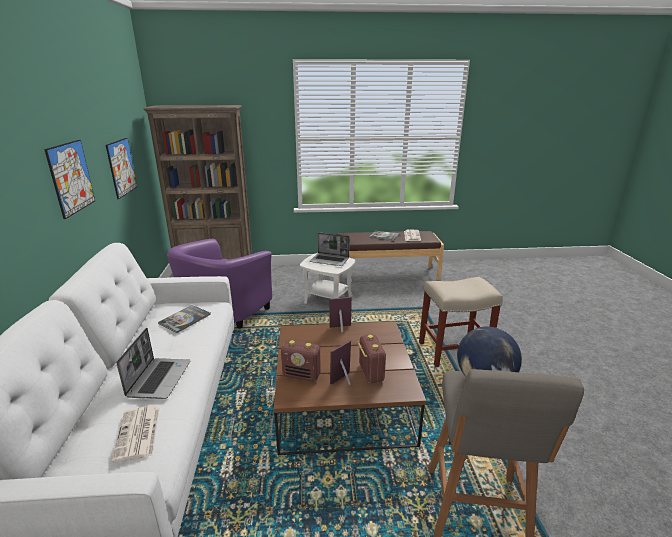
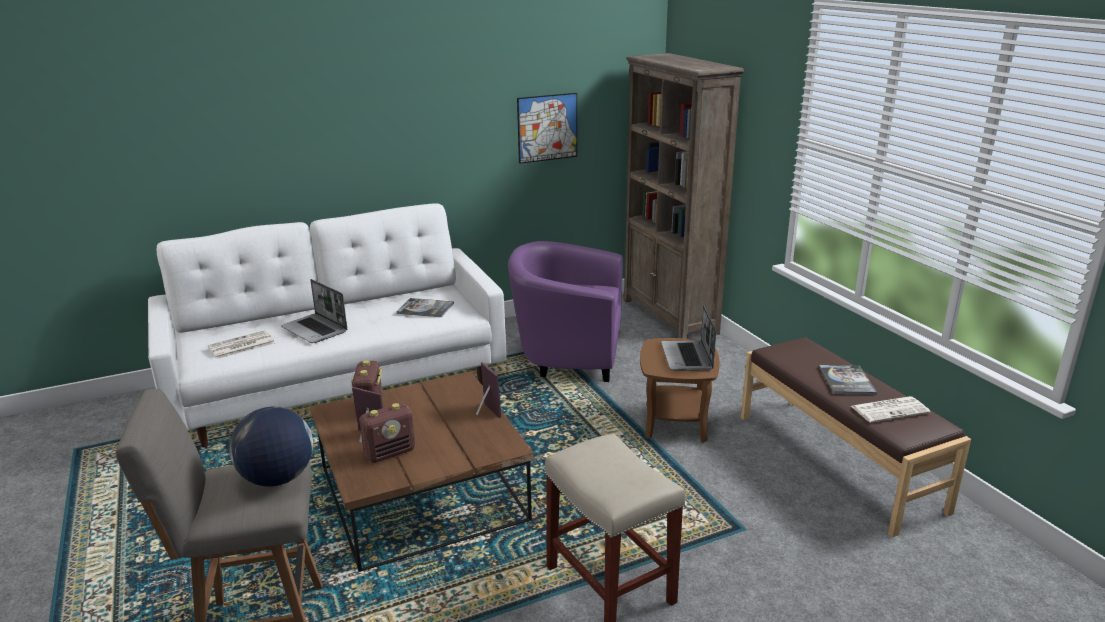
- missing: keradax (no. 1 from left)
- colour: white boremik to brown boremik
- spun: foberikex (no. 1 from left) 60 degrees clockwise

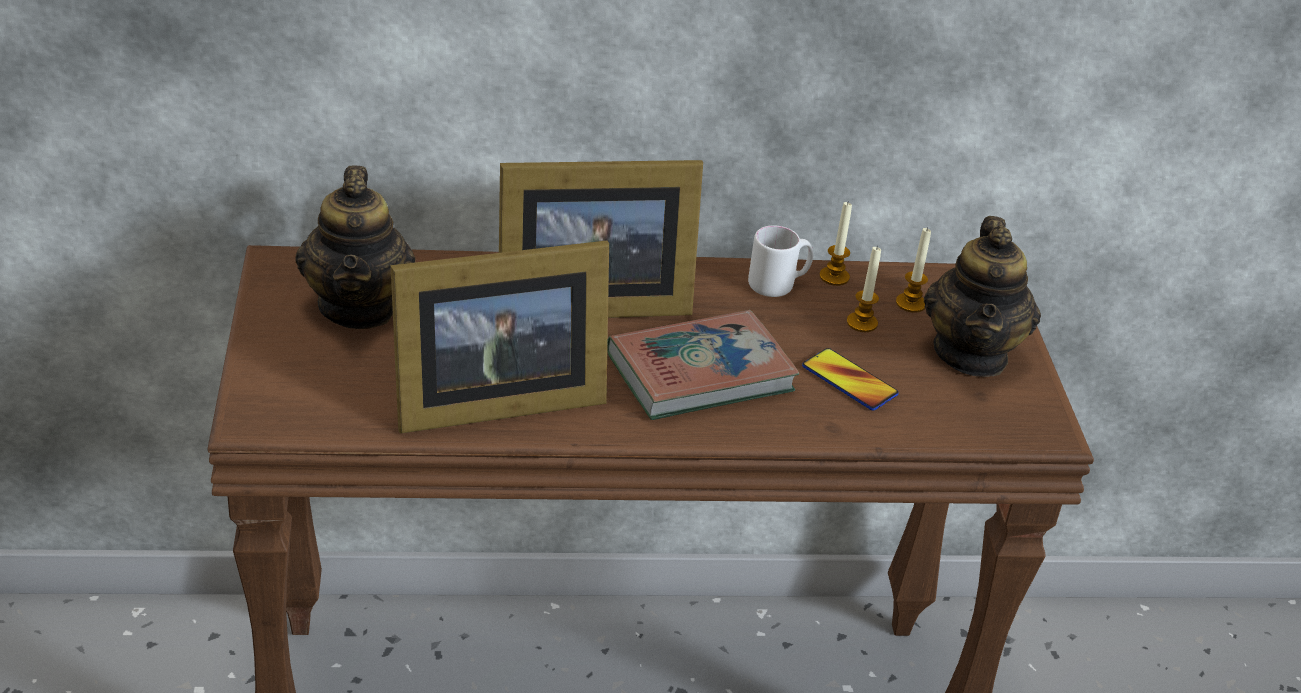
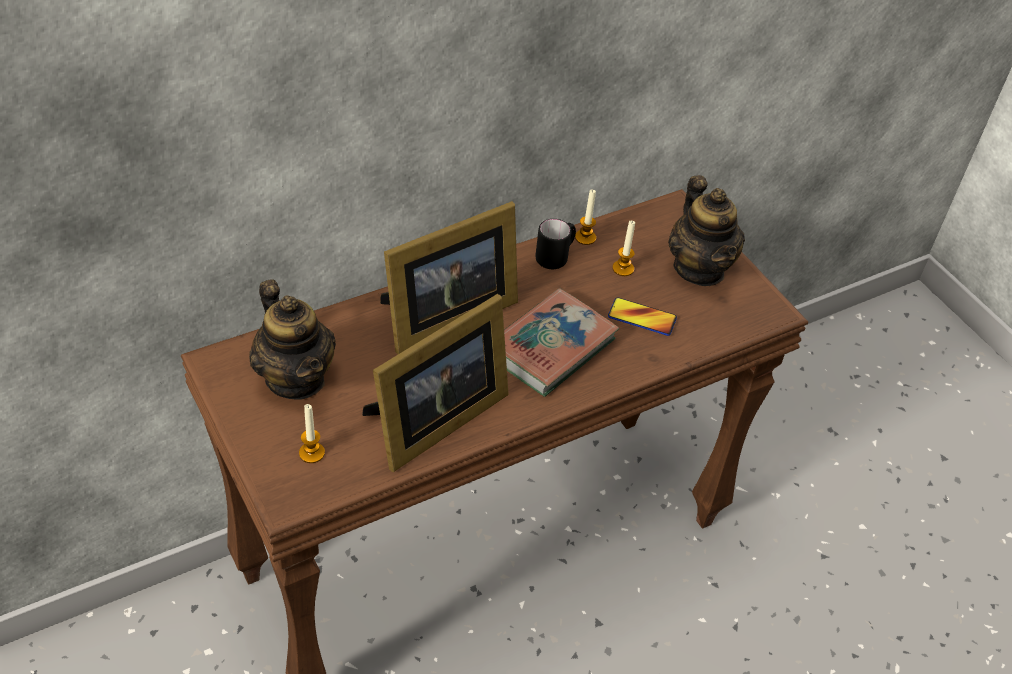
- relocated: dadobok (no. 3 from left in the first image) to dadobok (no. 1 from left)
- colour: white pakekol to black pakekol

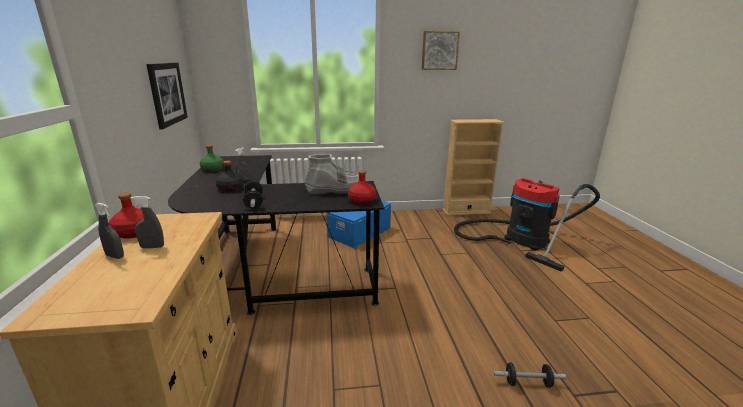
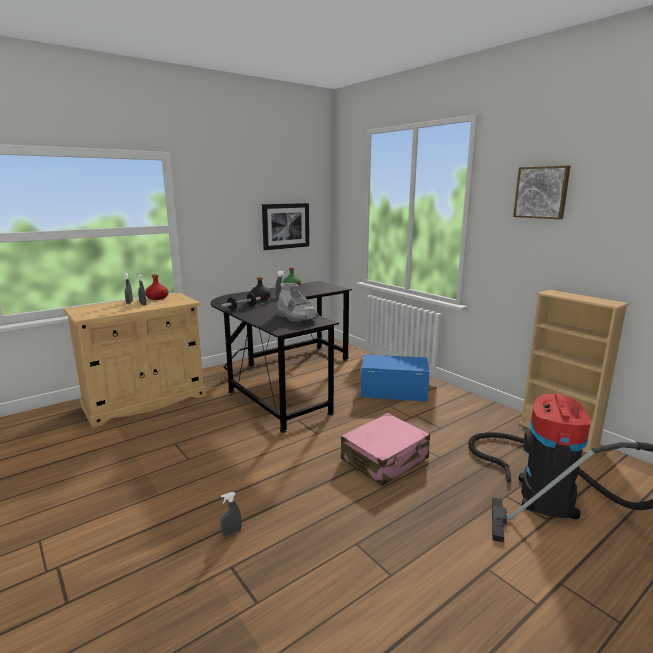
- missing: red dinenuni (no. 2 from left)
- appeared: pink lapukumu
- exchanged: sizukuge (no. 2 from left) to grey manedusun (no. 3 from left)

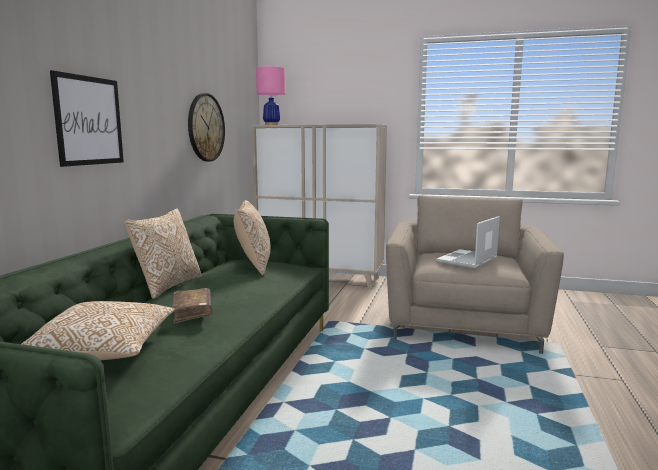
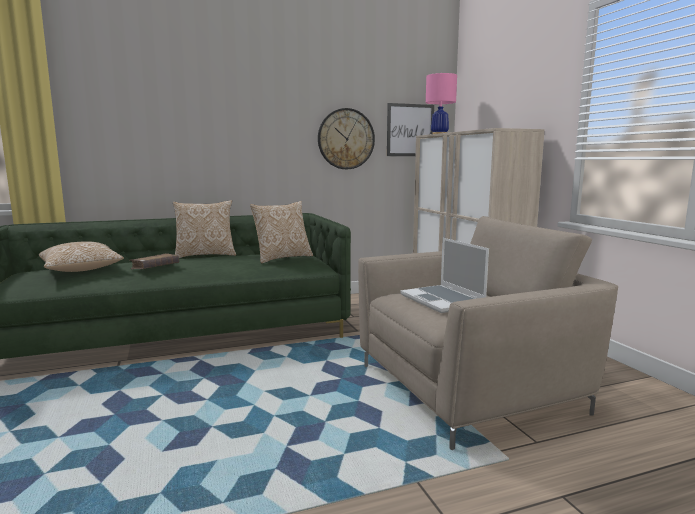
- relocated: keradax
- spun: foberikex 120 degrees counterclockwise

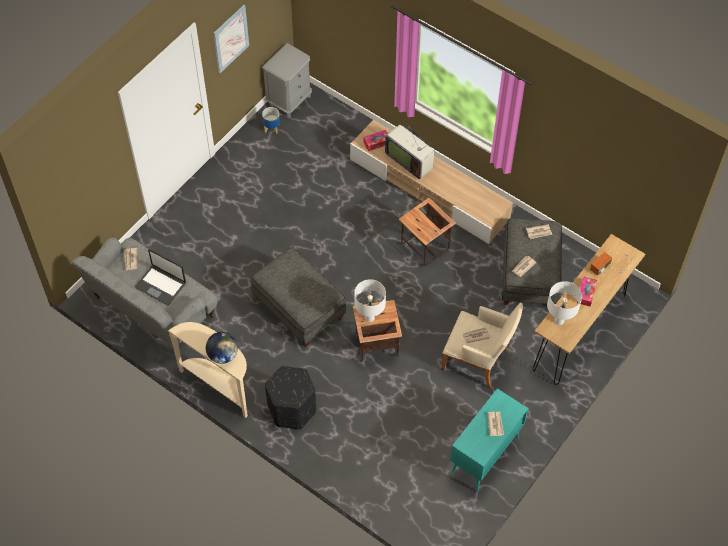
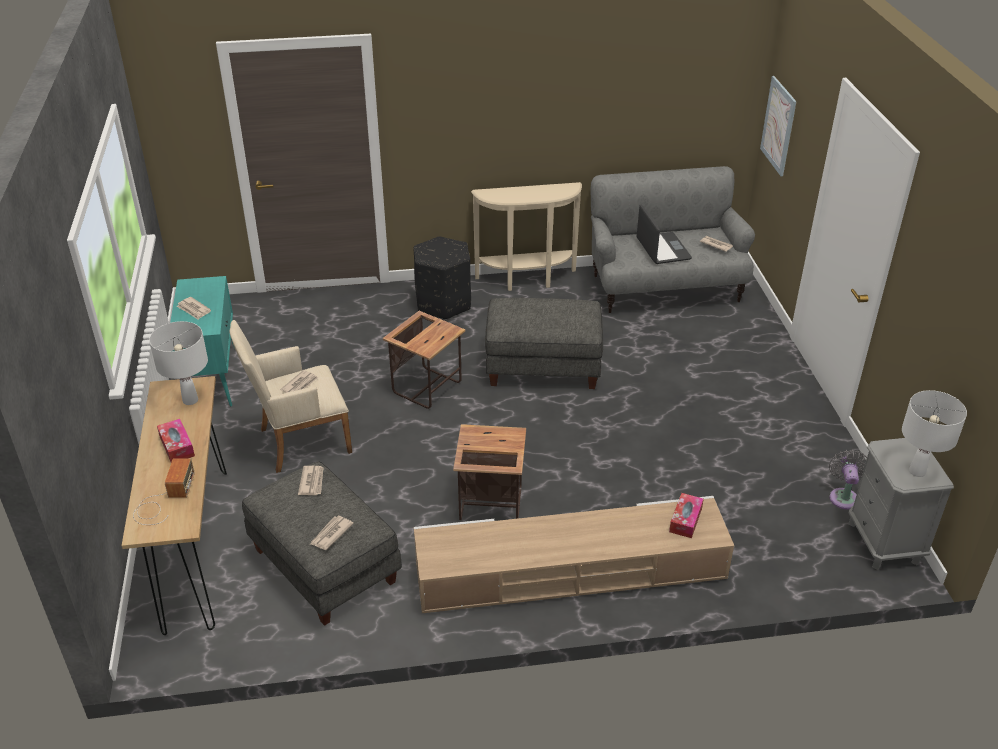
- missing: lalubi
- missing: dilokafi
- relocated: keradax
- relocated: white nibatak (no. 1 from left in the first image) to white nibatak (no. 2 from left)
- exchanged: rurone to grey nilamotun
- spun: foberikex 90 degrees clockwise

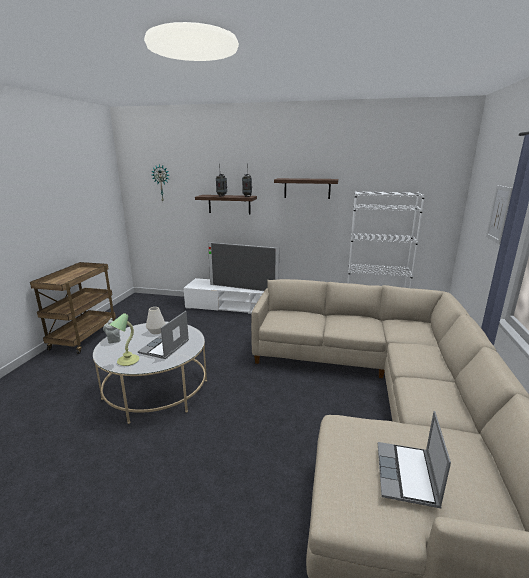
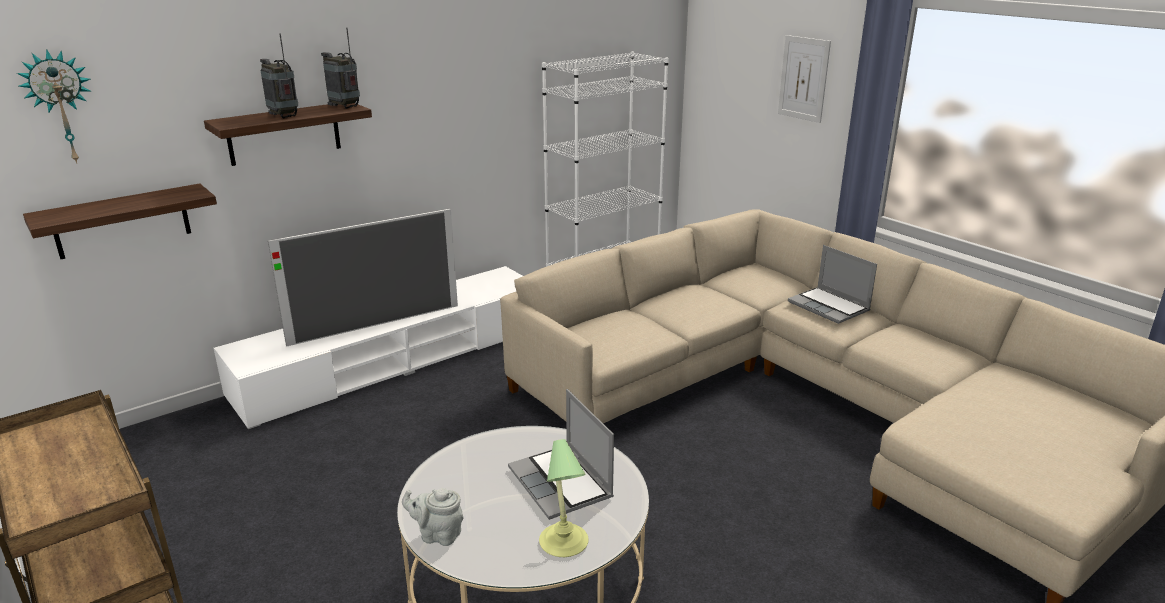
- missing: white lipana
- relocated: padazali (no. 2 from left in the first image) to padazali (no. 1 from left)
- relocated: foberikex (no. 2 from left)

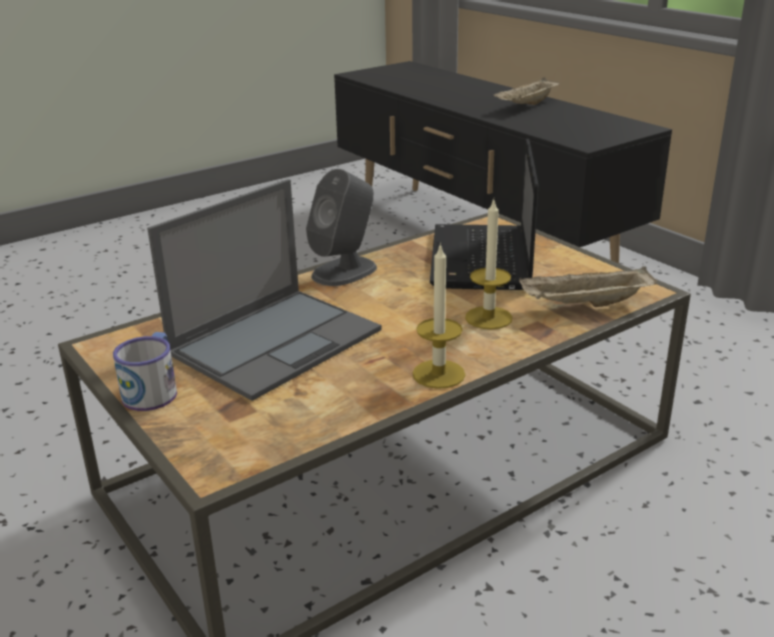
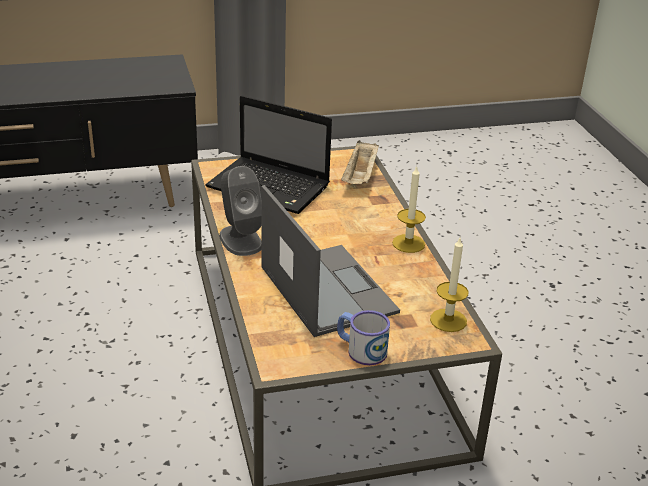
- missing: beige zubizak (no. 1 from left)
- relocated: dadobok (no. 2 from left)

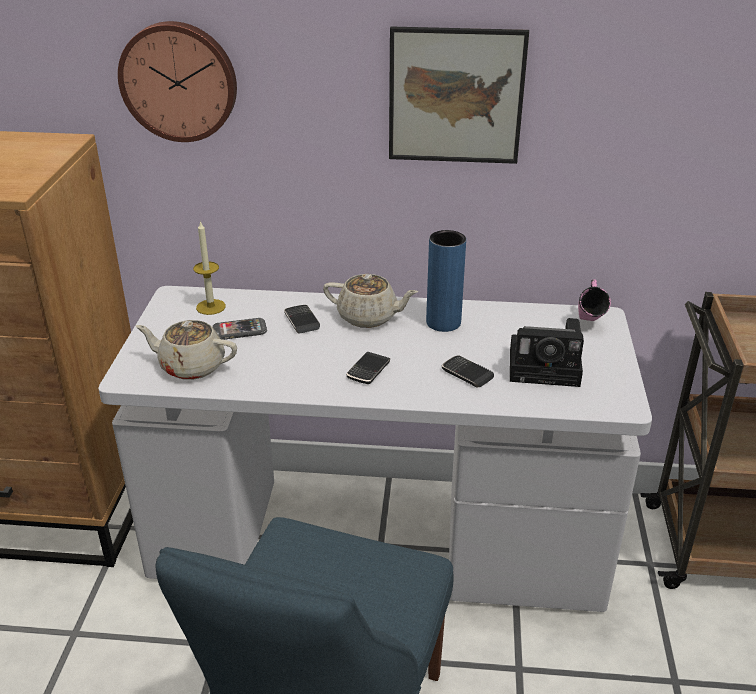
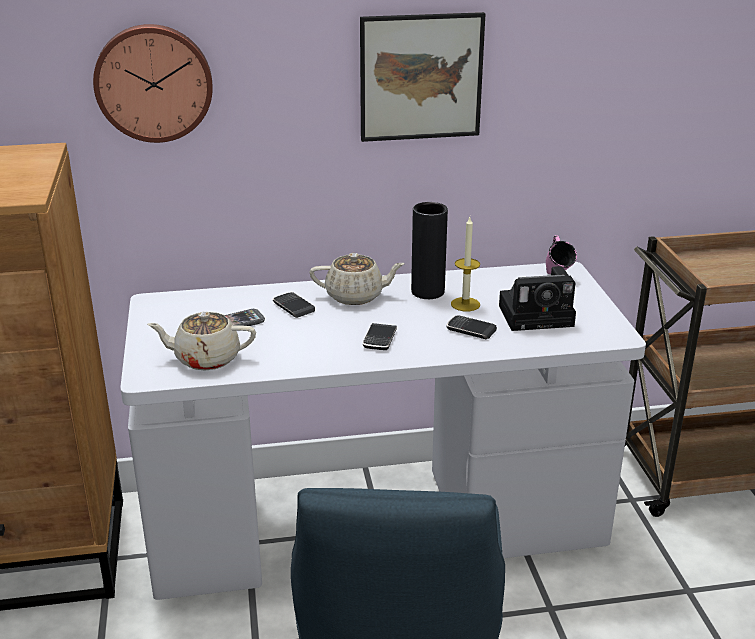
- relocated: dadobok
- colour: blue lipana to black lipana

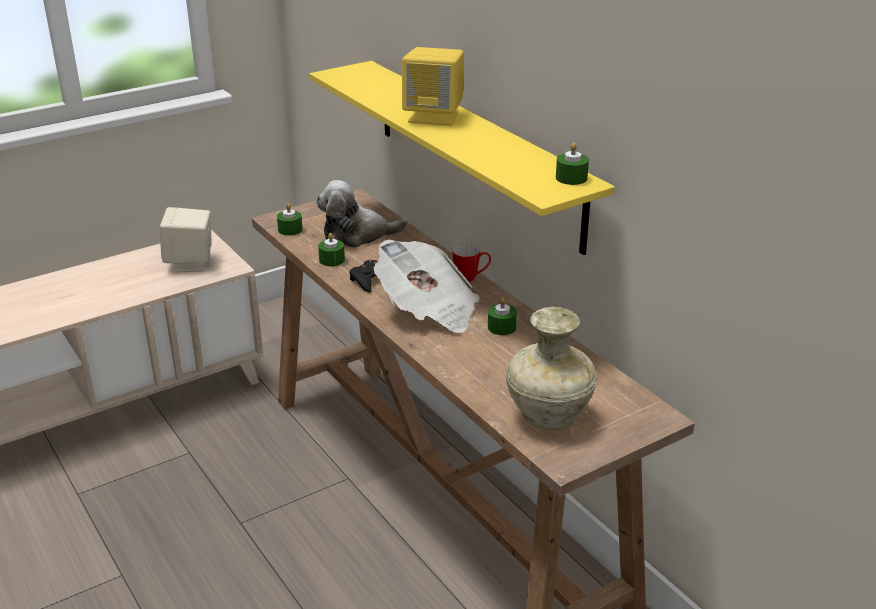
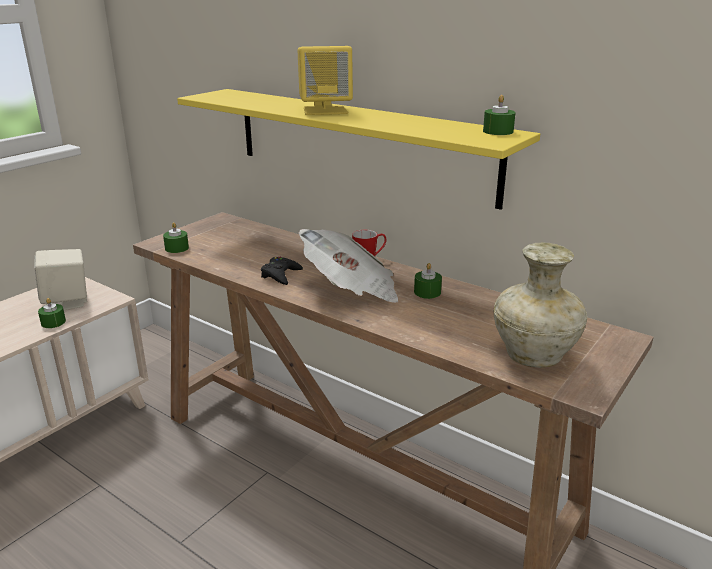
- missing: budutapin
- relocated: green dadobok (no. 2 from left in the first image) to green dadobok (no. 1 from left)

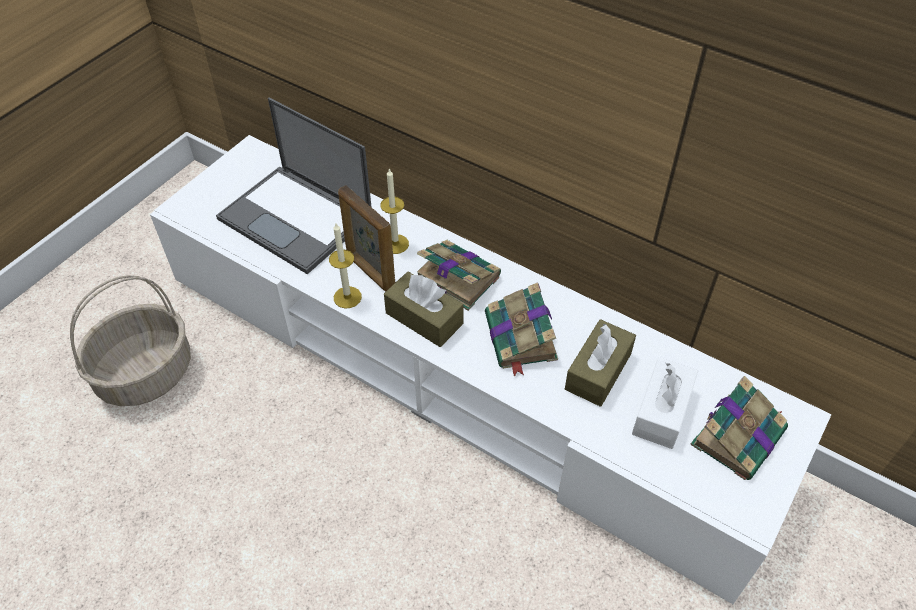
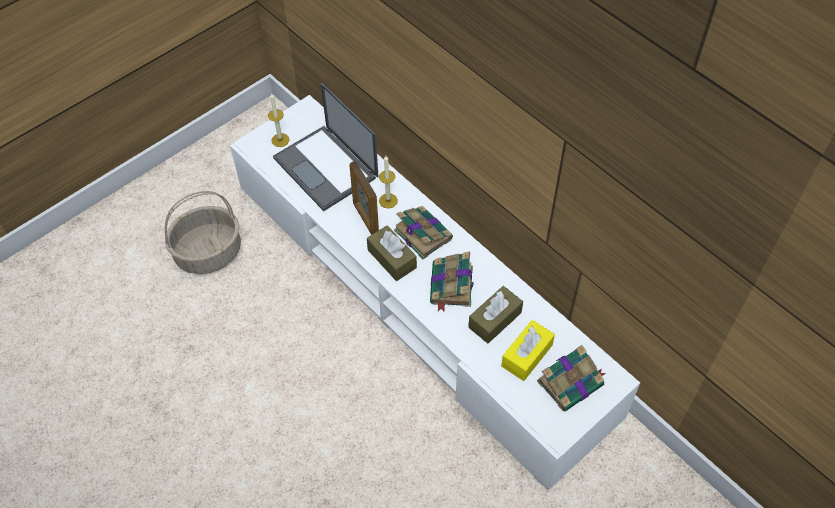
- relocated: dadobok (no. 1 from left)
- colour: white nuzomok to yellow nuzomok

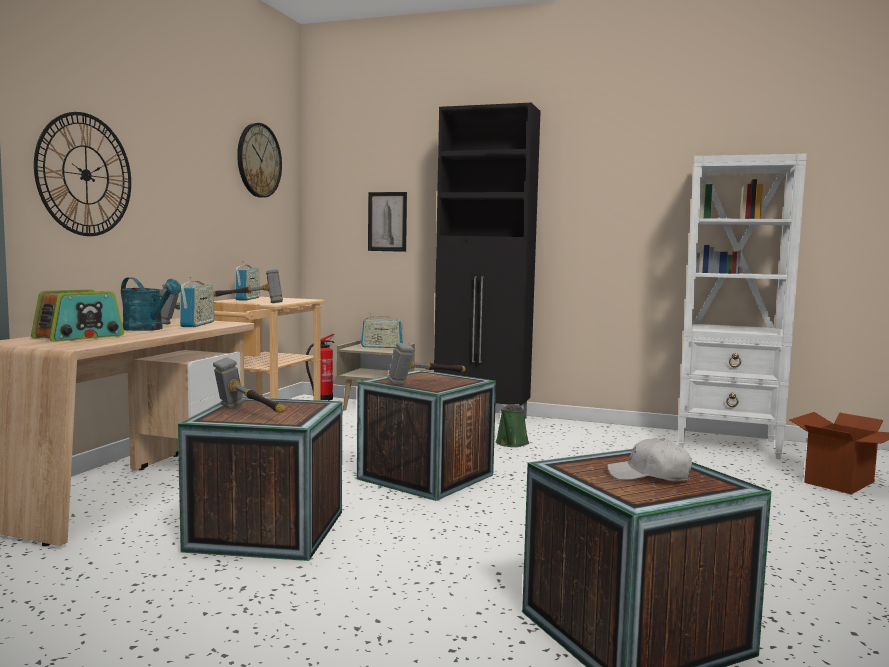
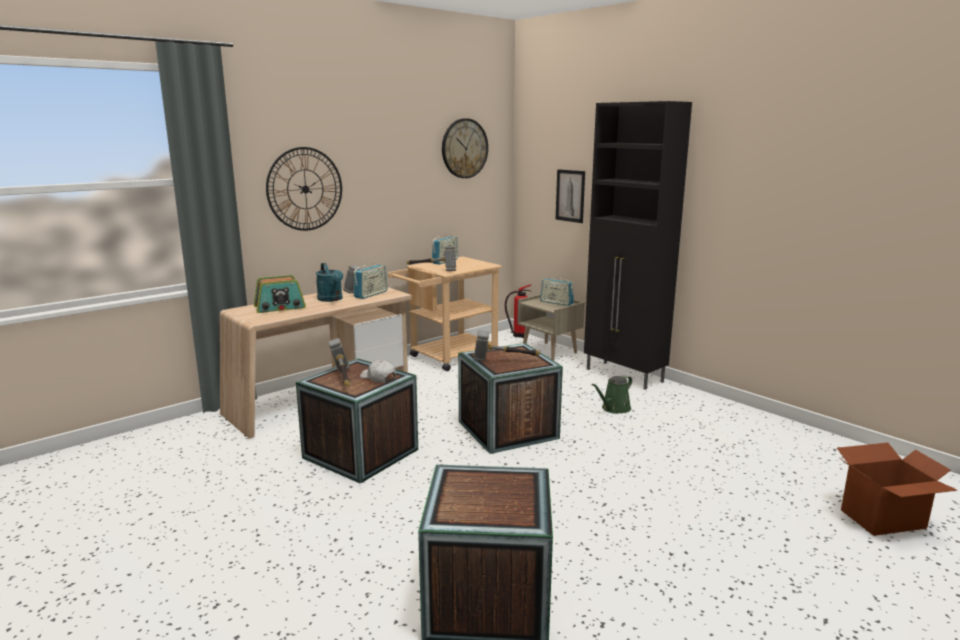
- missing: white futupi
- relocated: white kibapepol

